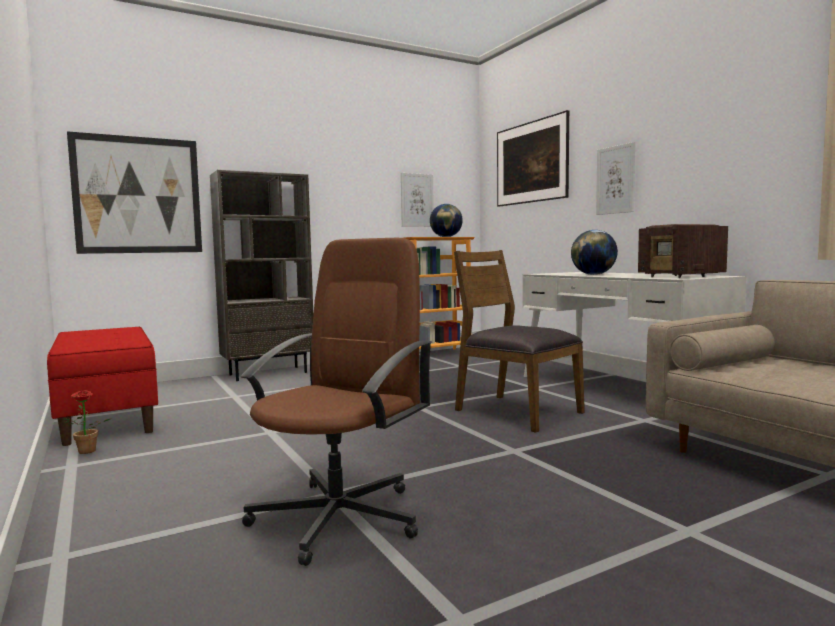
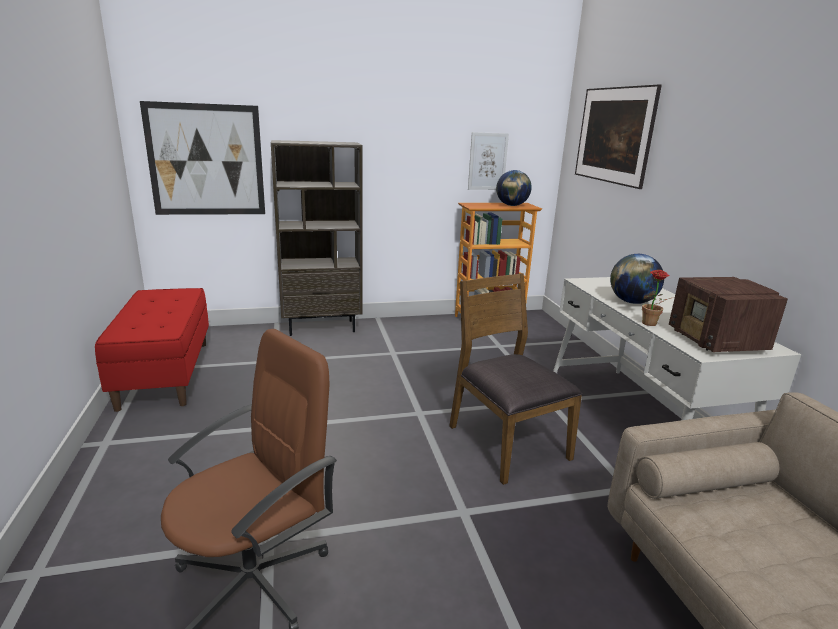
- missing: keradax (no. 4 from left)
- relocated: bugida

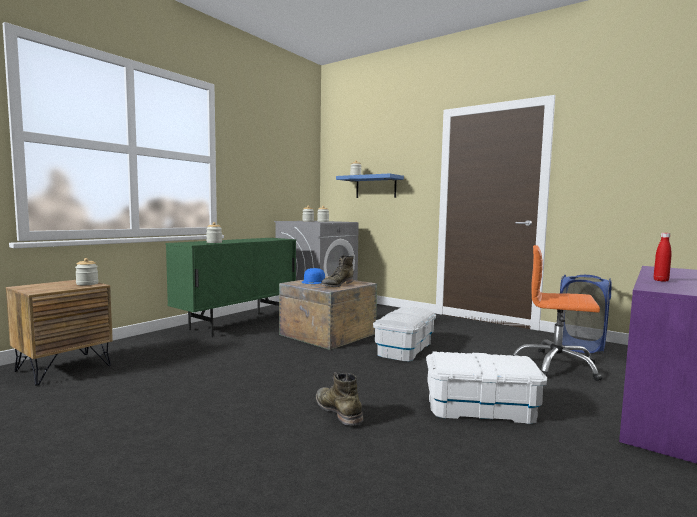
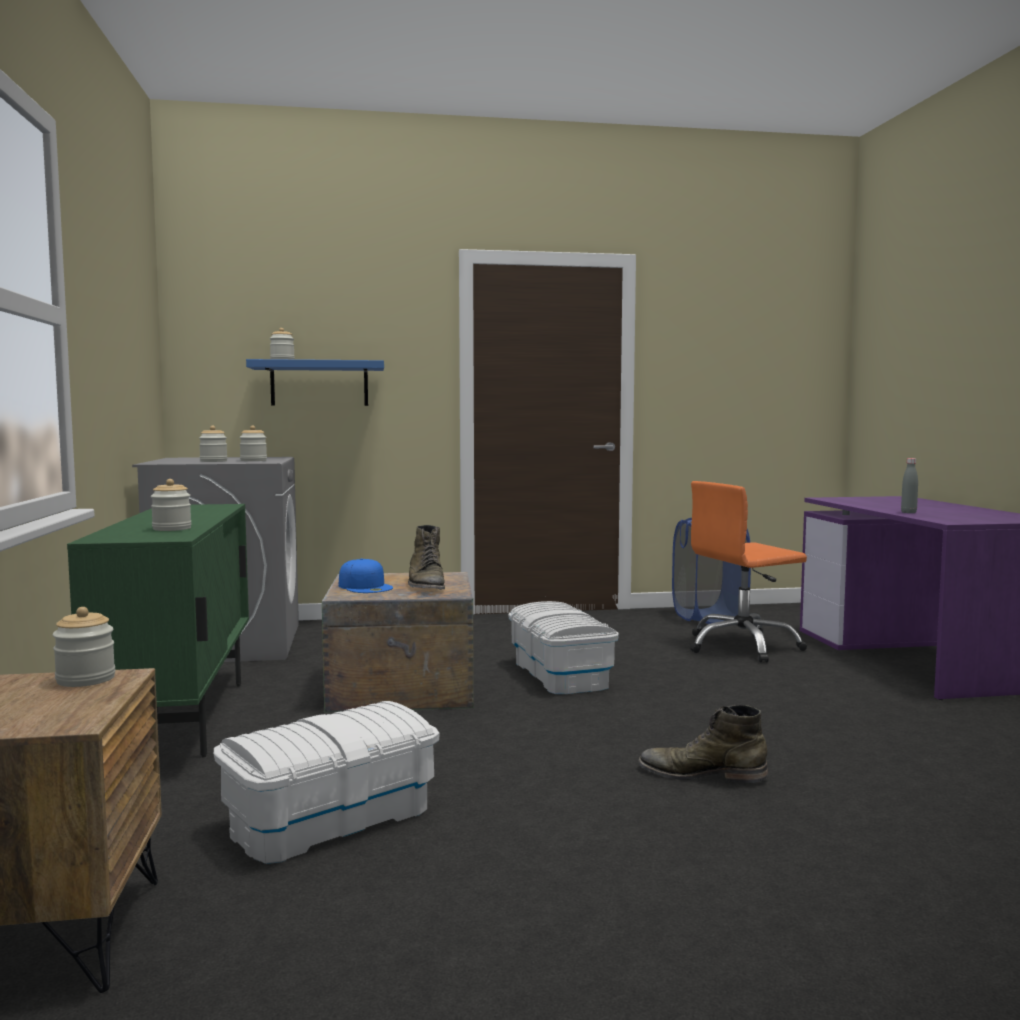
- relocated: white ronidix (no. 2 from left in the first image) to white ronidix (no. 1 from left)
- colour: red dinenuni to grey dinenuni

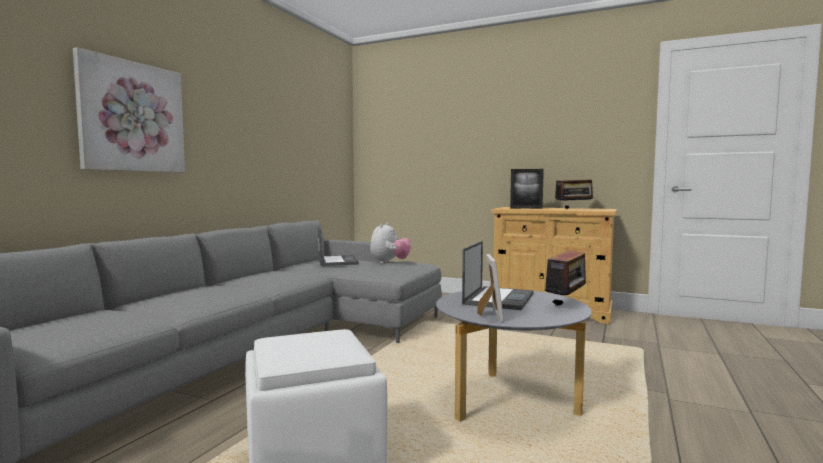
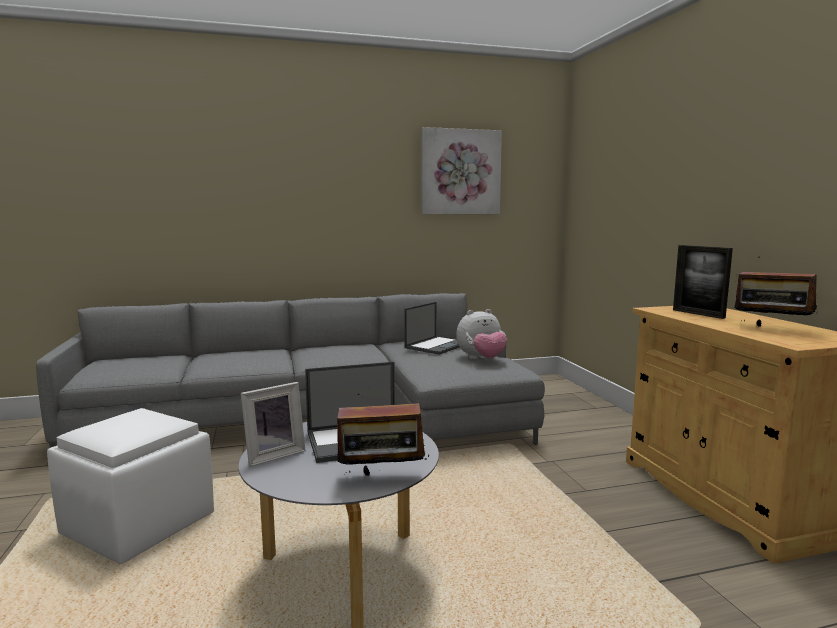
- relocated: keradax

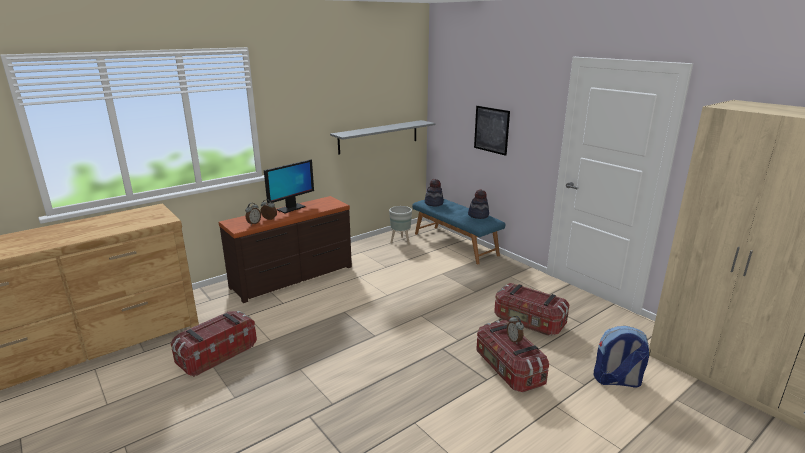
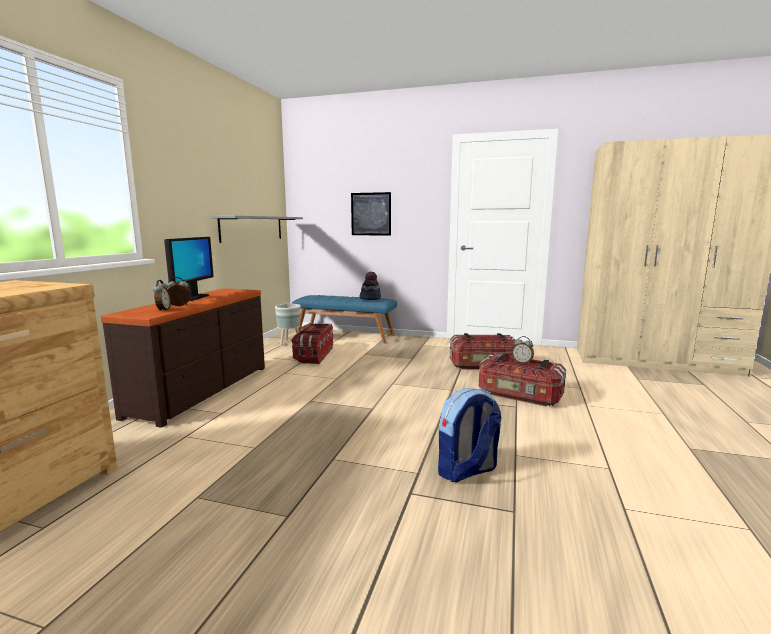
- missing: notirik (no. 1 from left)
- relocated: ronidix (no. 1 from left)
- relocated: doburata

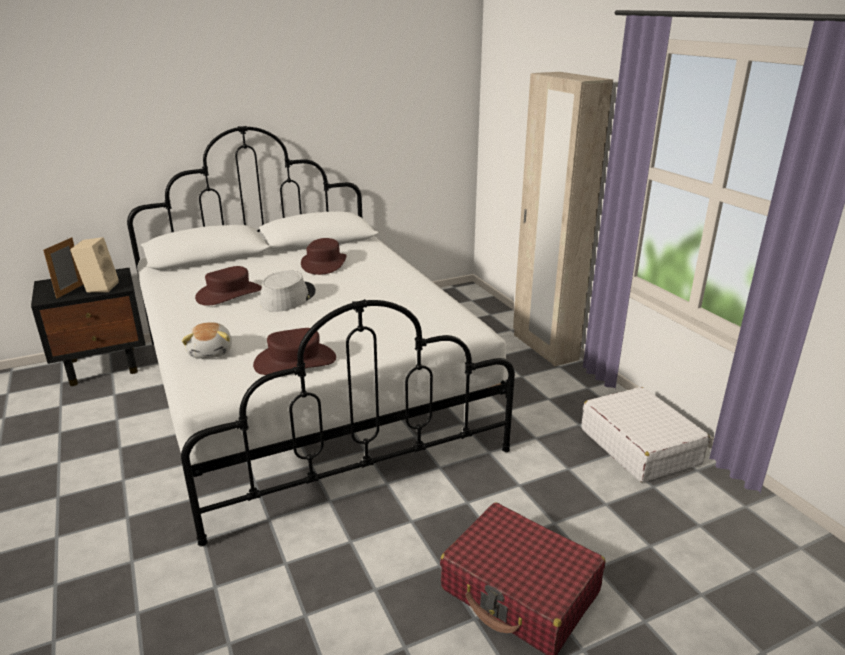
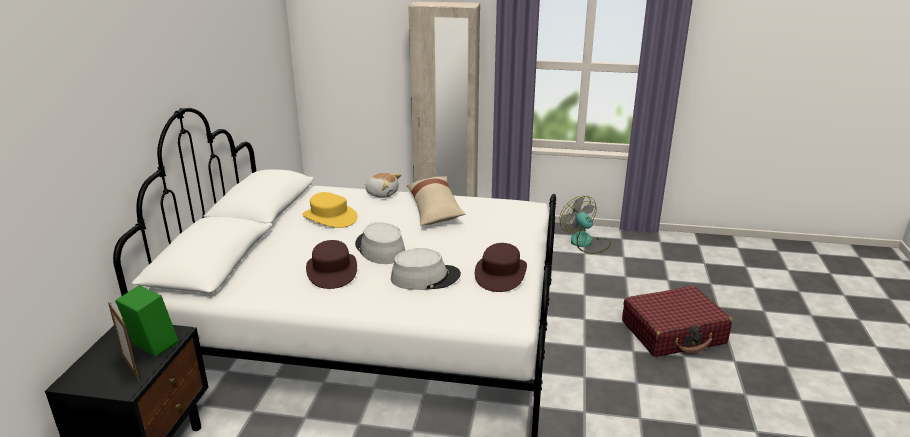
- appeared: grey notirik (no. 2 from left)
- appeared: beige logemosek
- relocated: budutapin
- exchanged: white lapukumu to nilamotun
- colour: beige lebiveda to green lebiveda
- colour: brown notirik (no. 3 from left) to yellow notirik

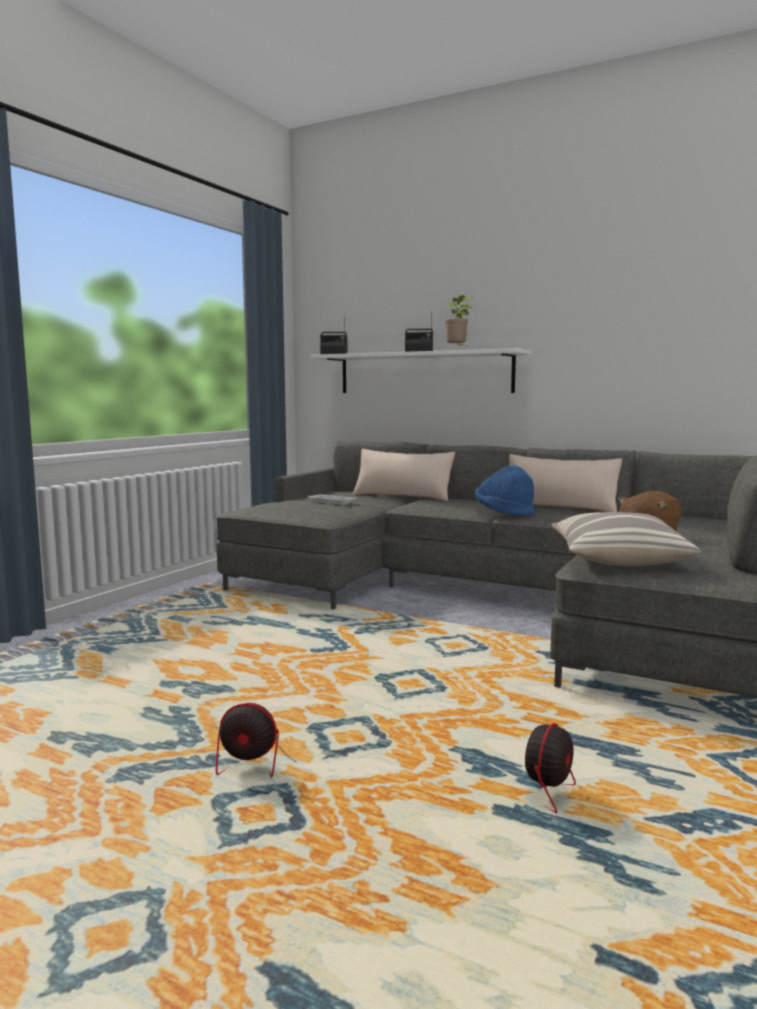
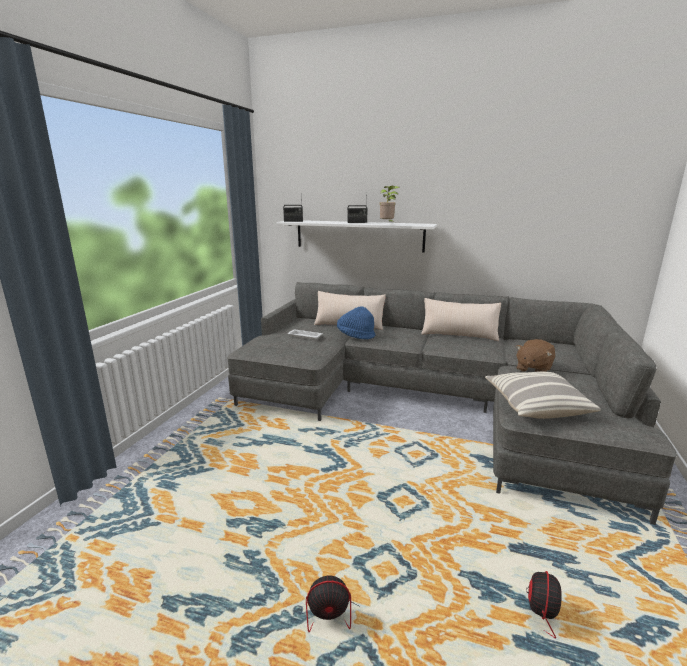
- relocated: blue notirik

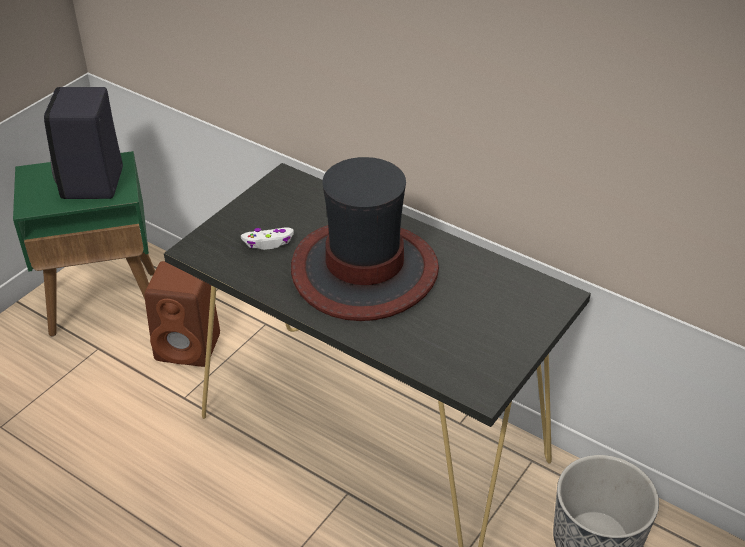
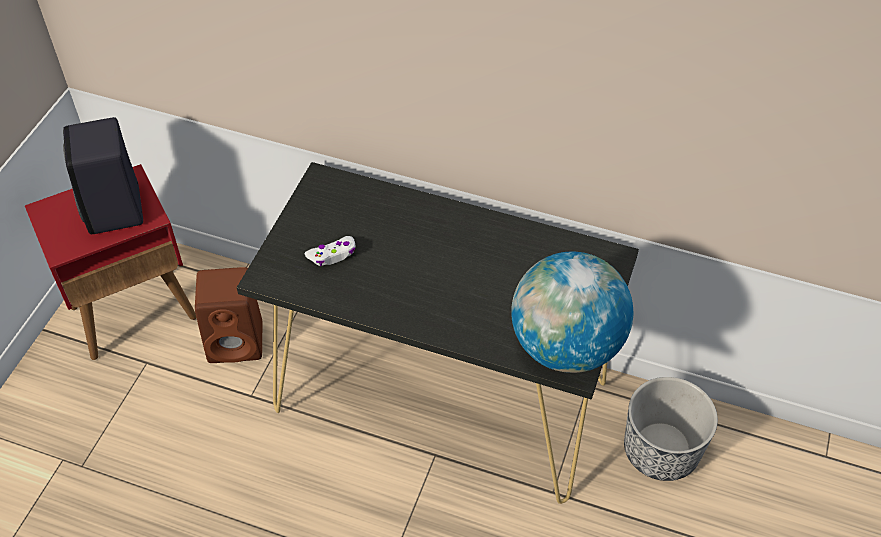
- missing: notirik
- appeared: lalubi
- colour: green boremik to red boremik

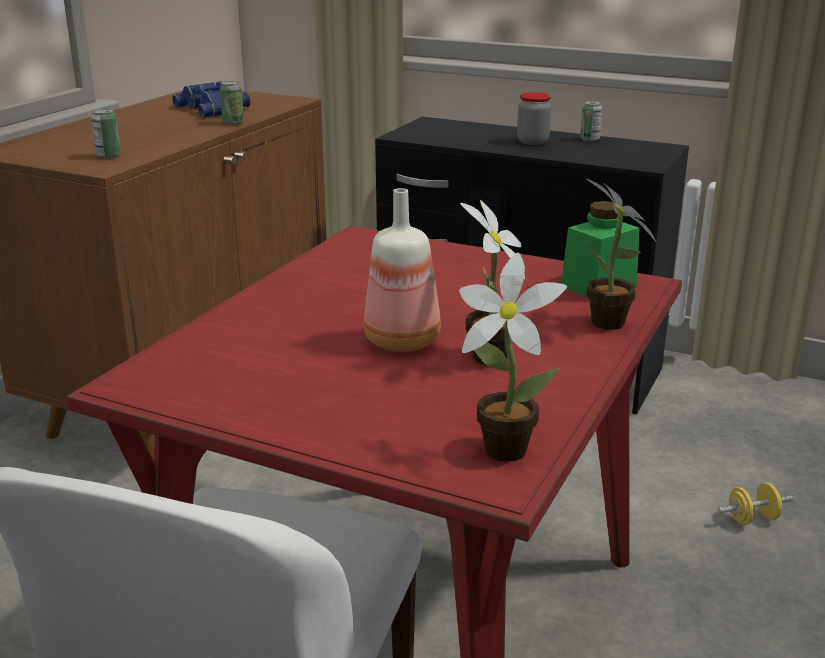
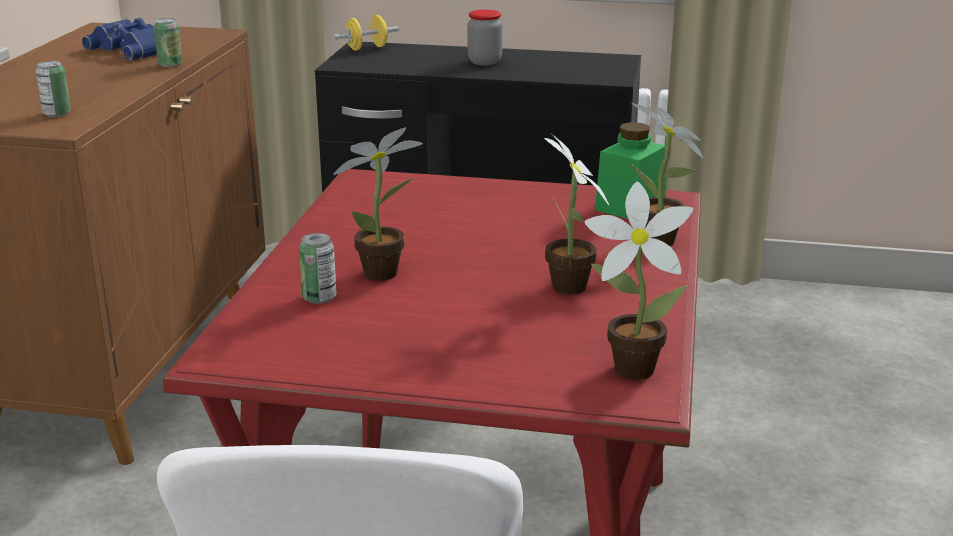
- missing: dinenuni
- appeared: bugida (no. 1 from left)
- relocated: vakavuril (no. 3 from left)
- relocated: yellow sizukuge

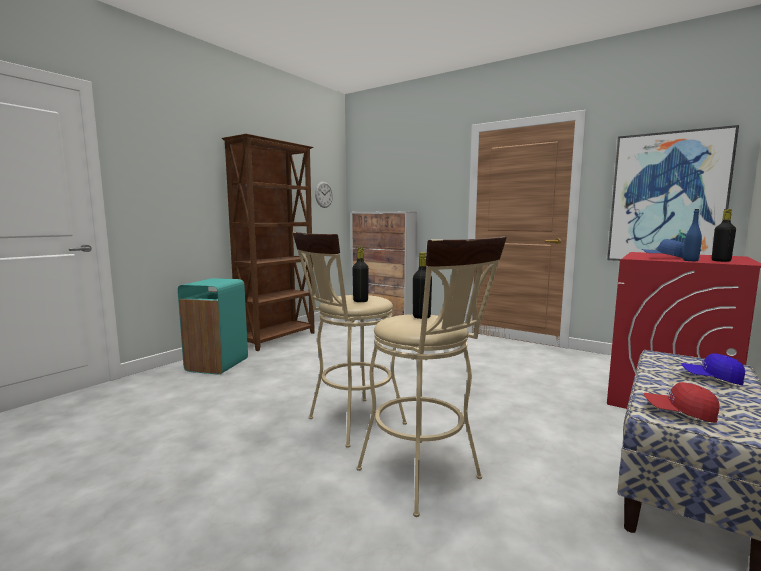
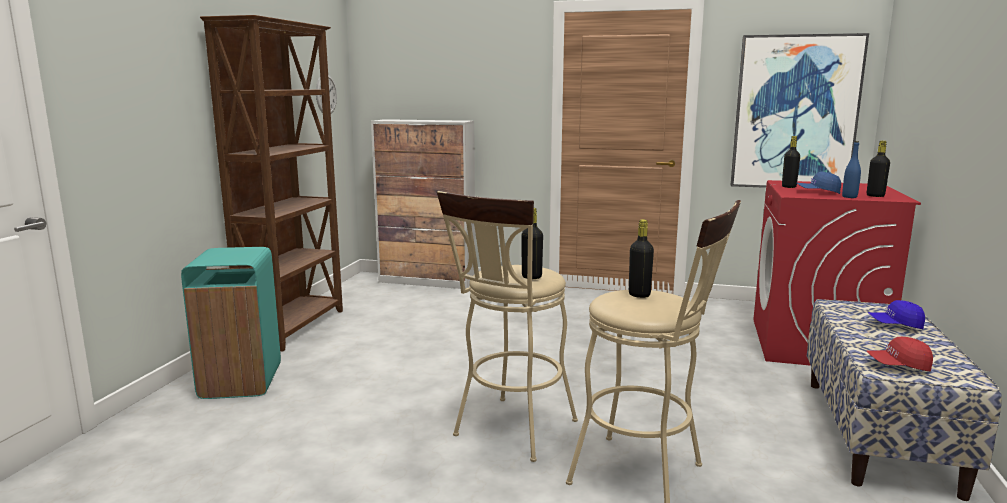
- appeared: black dinenuni (no. 3 from left)

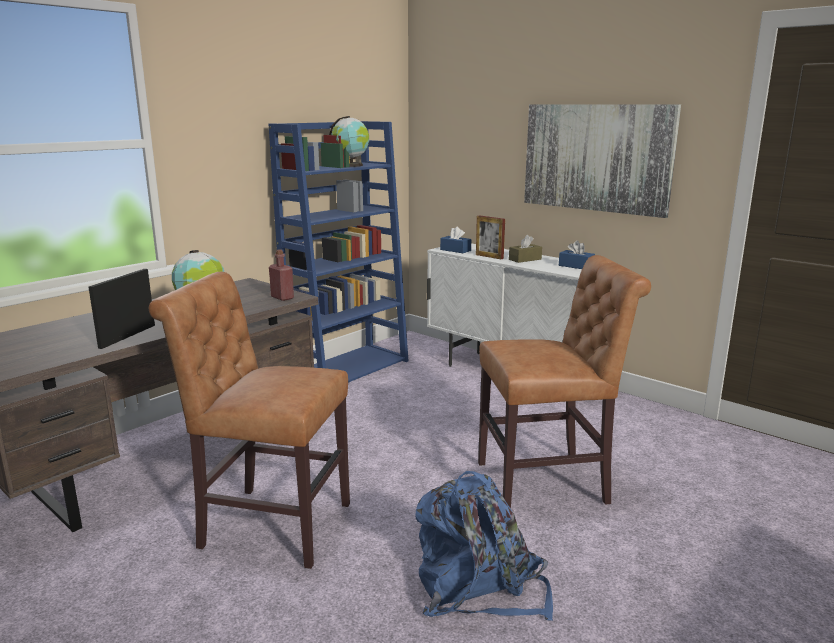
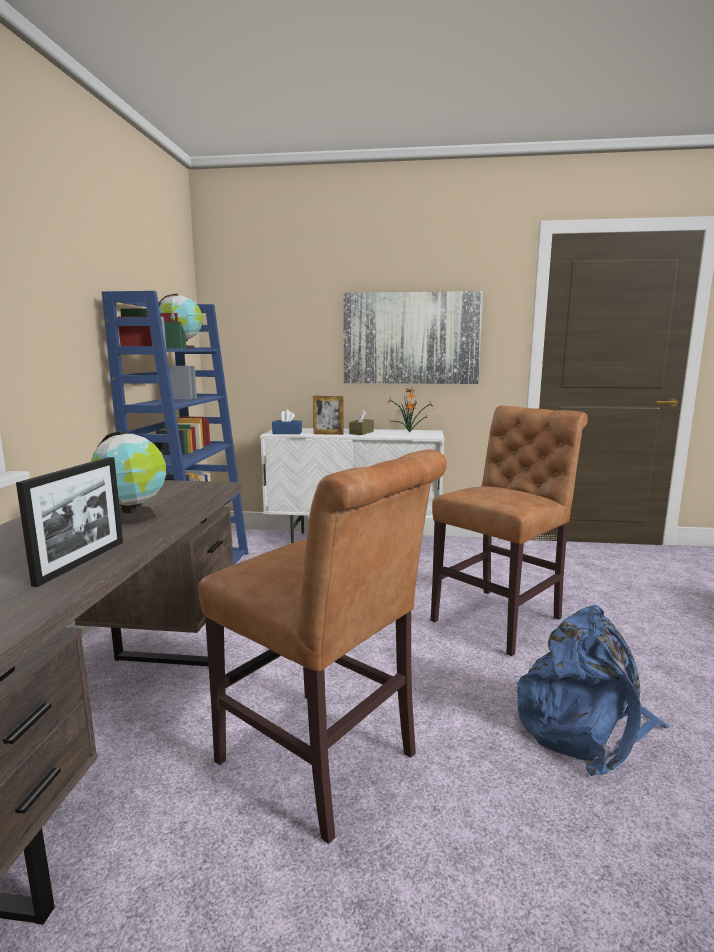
- missing: red dinenuni
- exchanged: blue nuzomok (no. 2 from left) to bugida
- spun: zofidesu (no. 1 from left) 150 degrees counterclockwise
- spun: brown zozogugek (no. 1 from left) 120 degrees counterclockwise

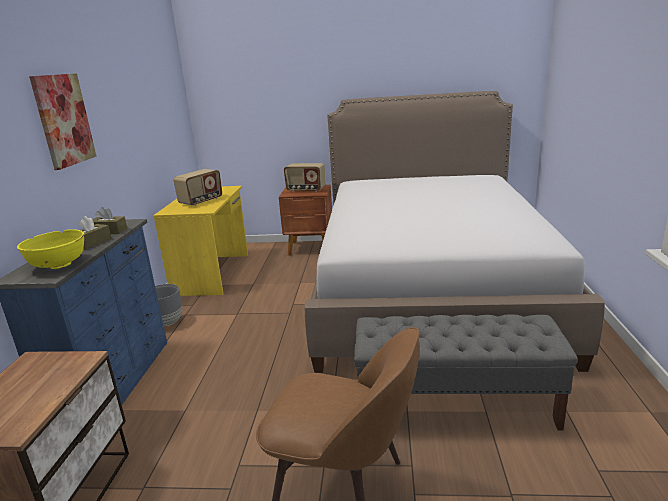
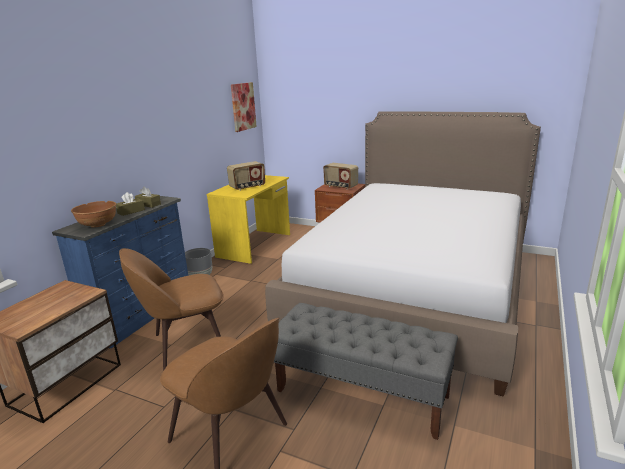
- appeared: brown zozogugek (no. 1 from left)
- relocated: keradax
- colour: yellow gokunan to brown gokunan

